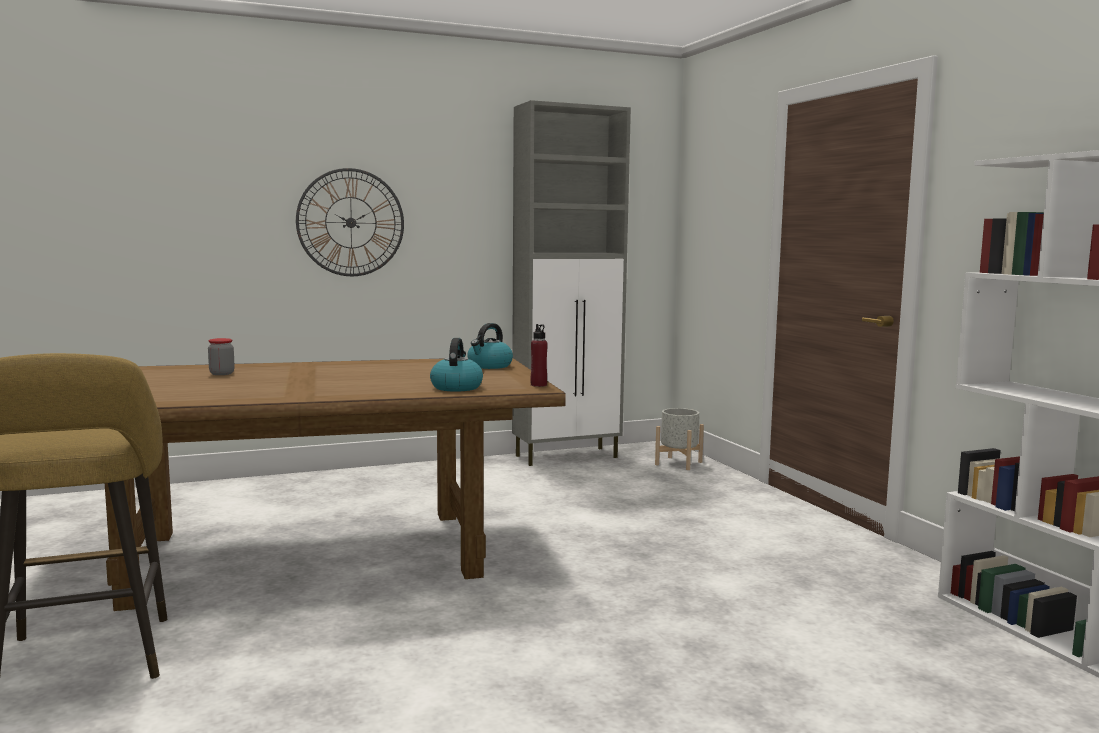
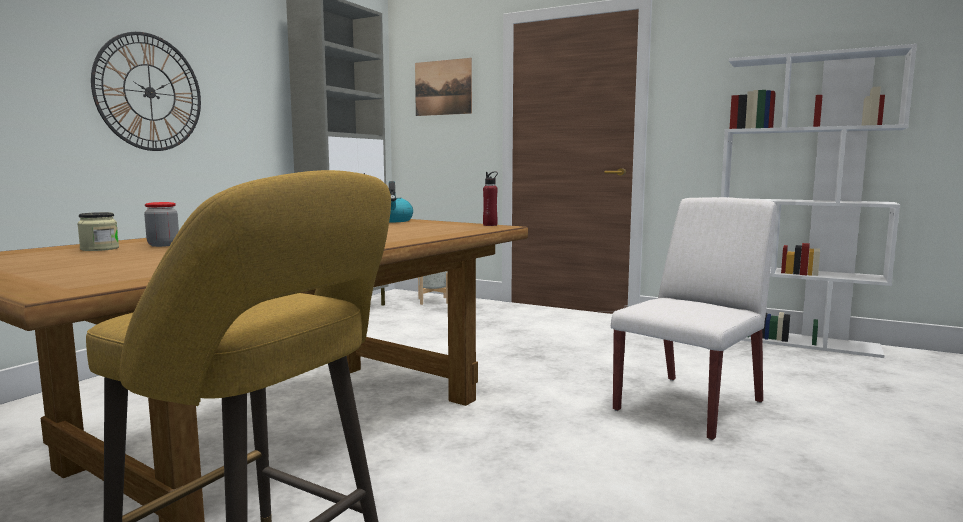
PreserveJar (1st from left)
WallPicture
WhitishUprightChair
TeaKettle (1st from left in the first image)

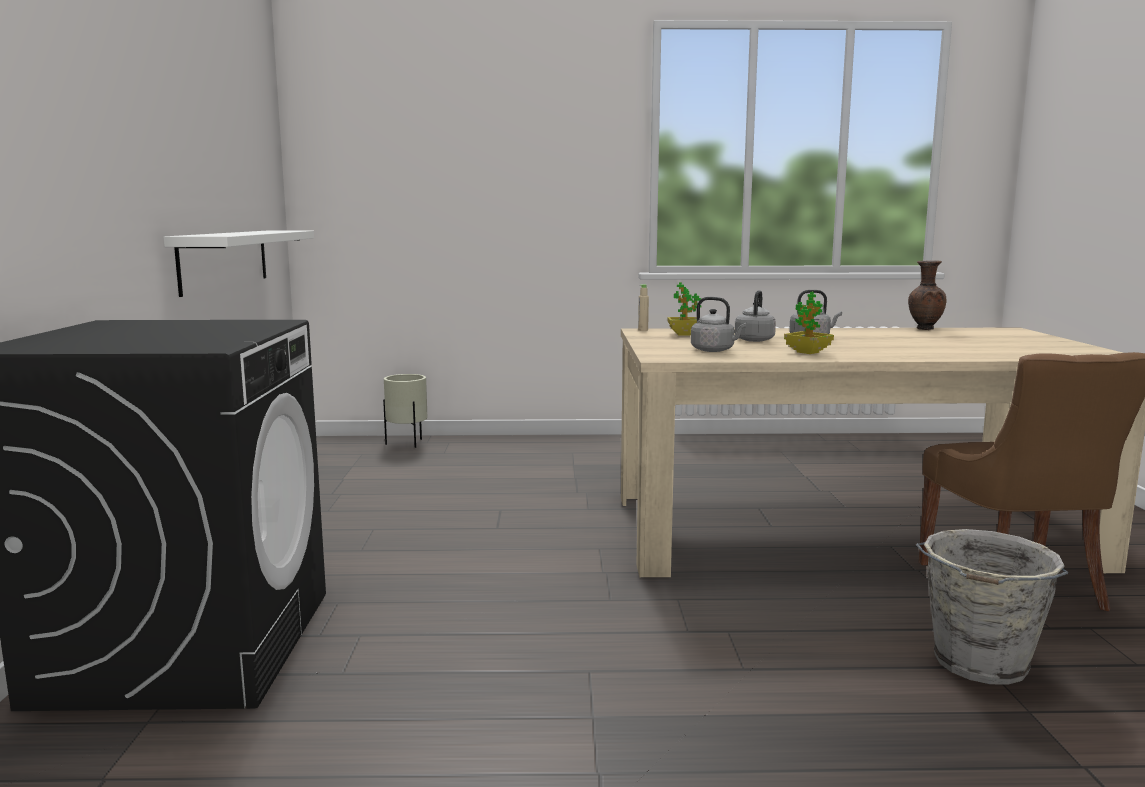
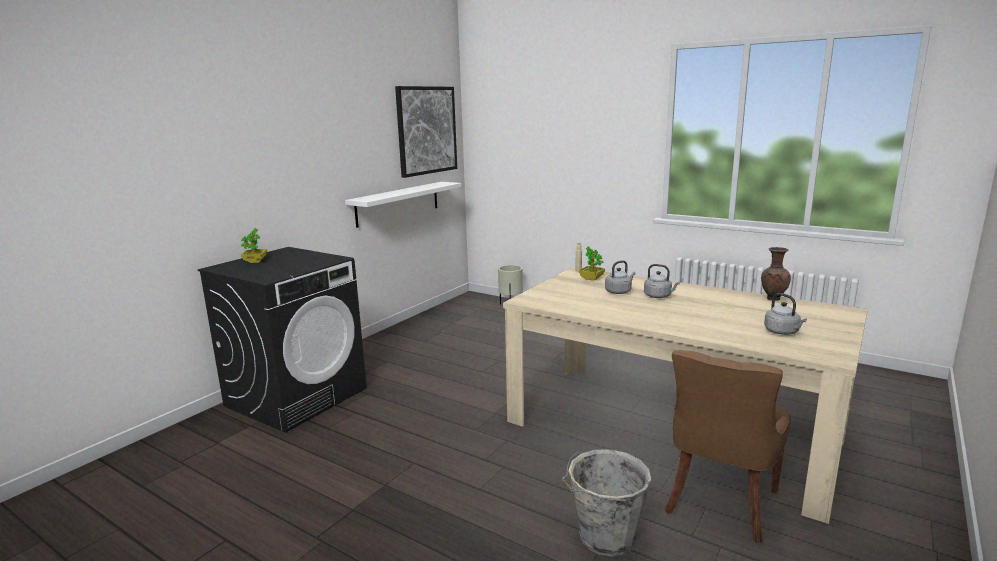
PottedPlant (1st from left)
WallPicture
GreyTeaKettle (3rd from left)

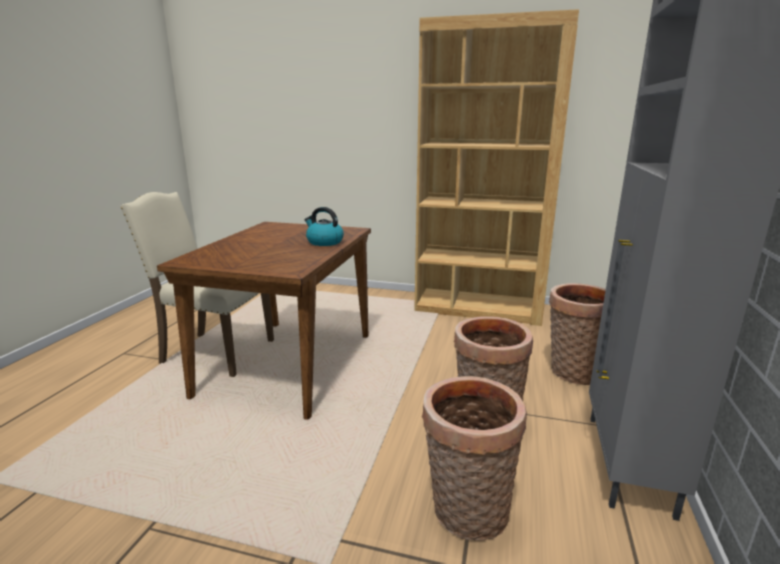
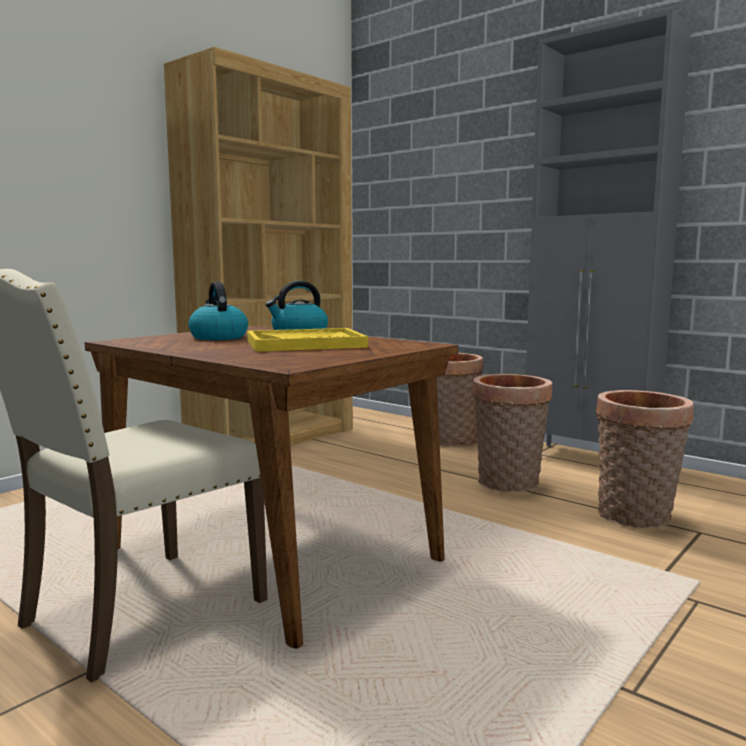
TeaKettle (1st from left)
YellowTray

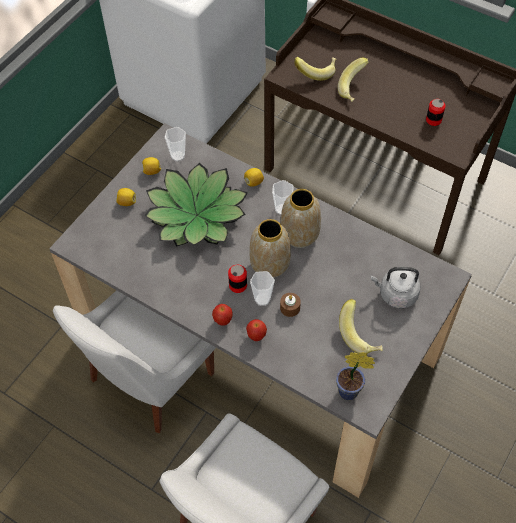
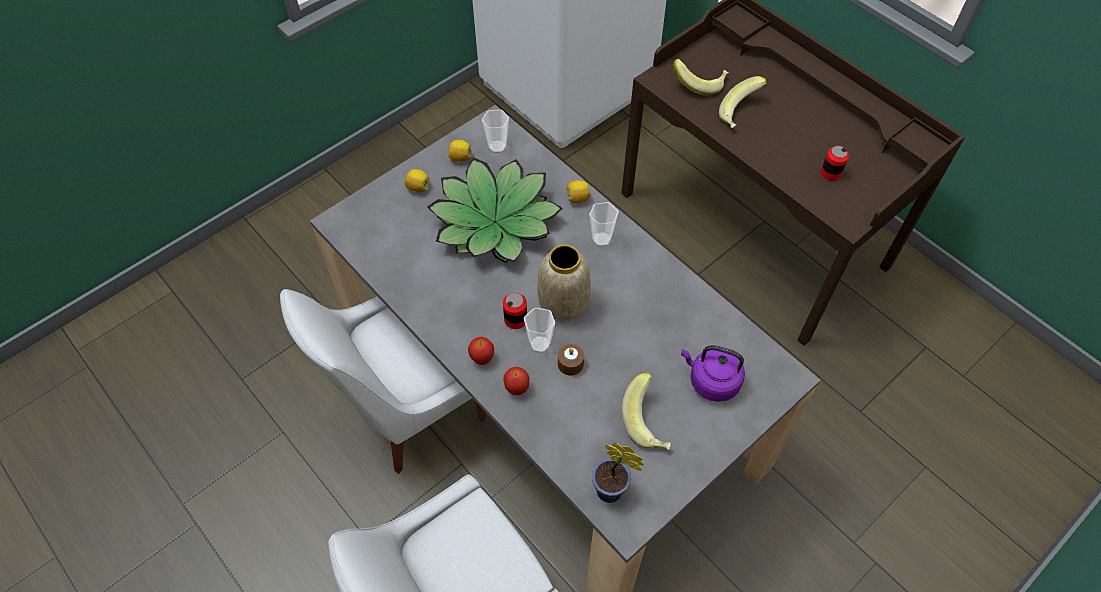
PurplishTeaKettle
FlowerVase (2nd from left in the first image)

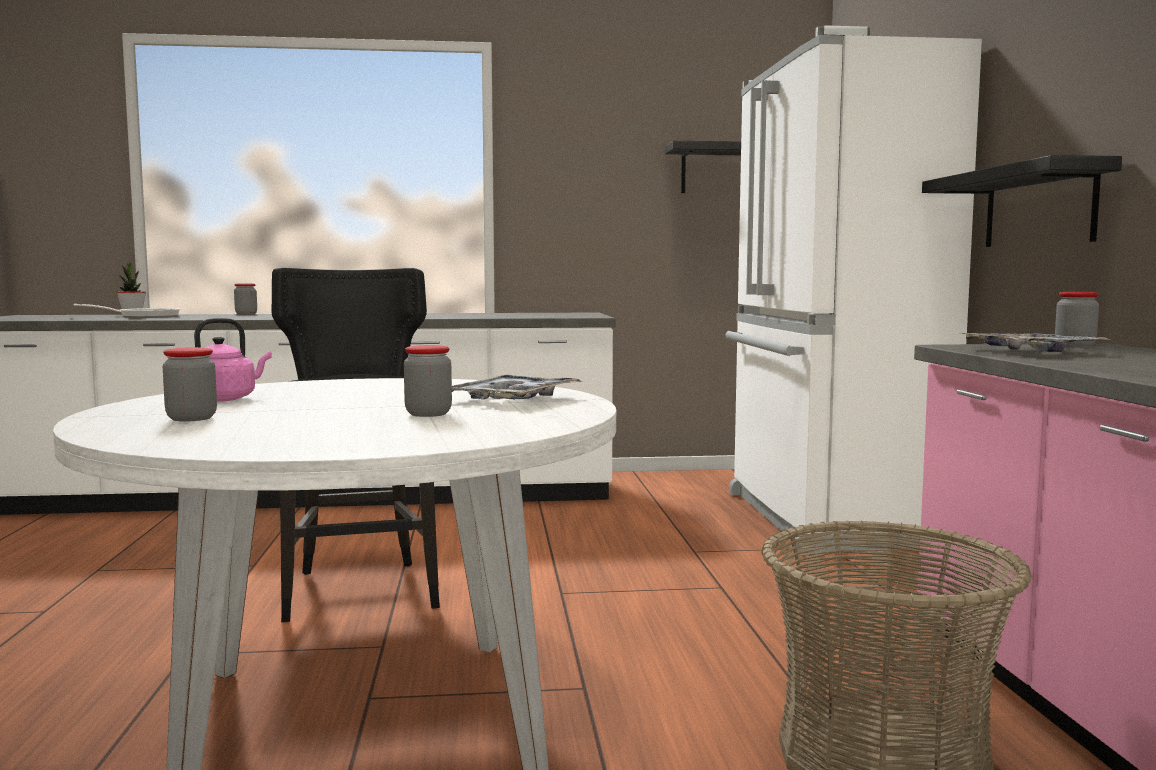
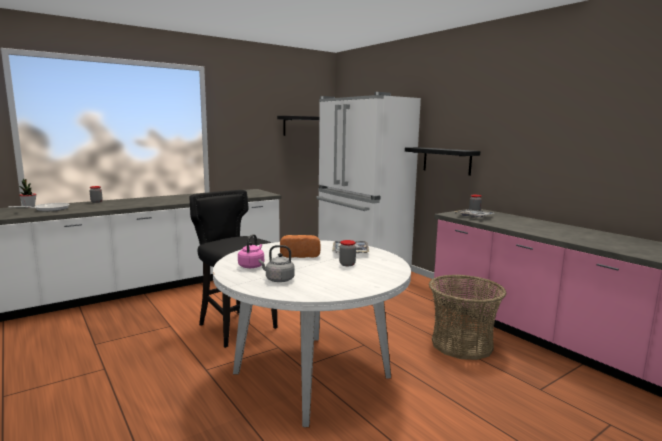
GreyTeaKettle
BakeryBread

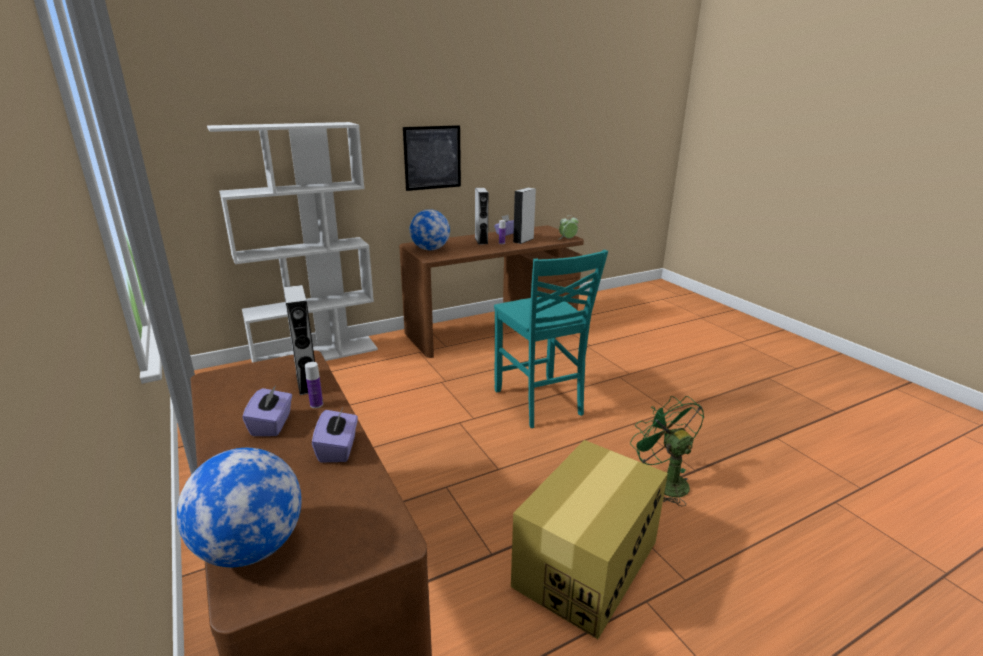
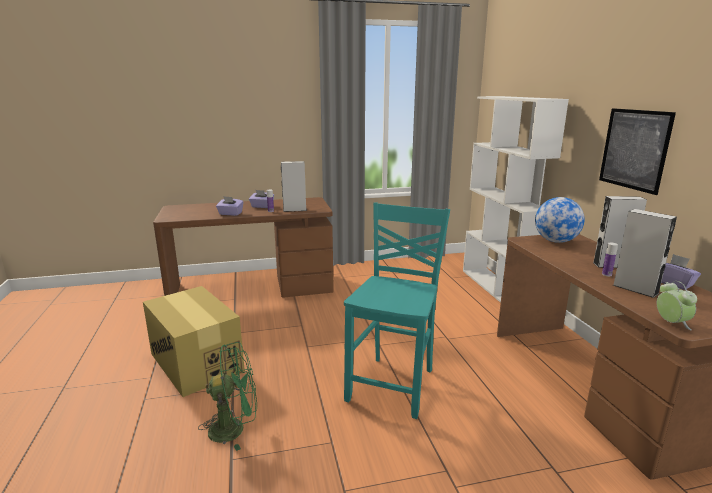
TurquoiseColouredUprightChair
DeskGlobe (1st from left in the first image)

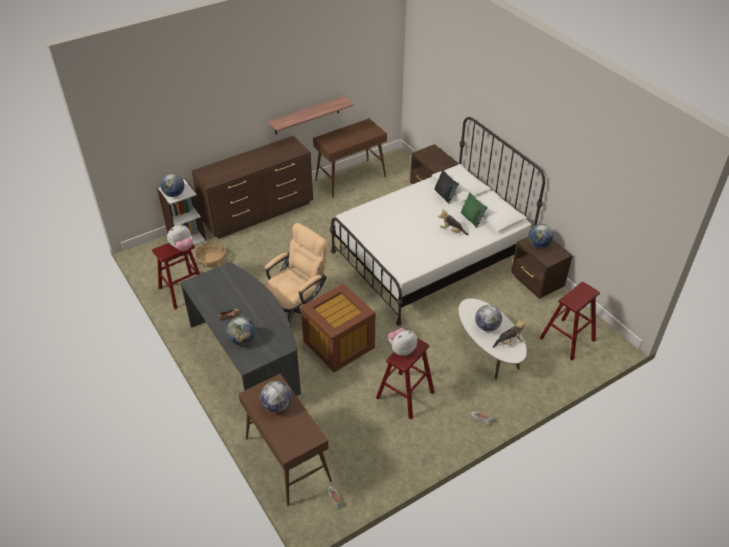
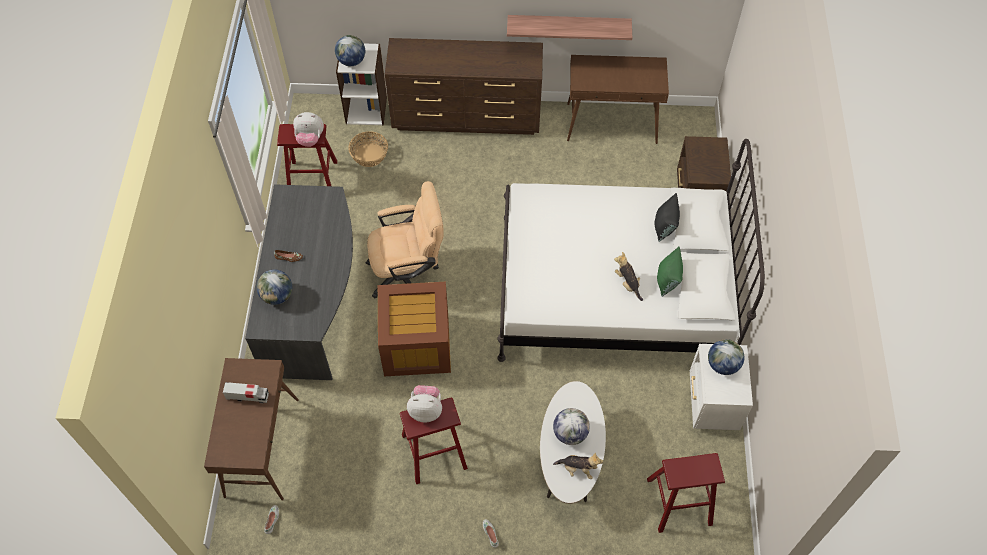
ToyLorry
WhitishNightstand

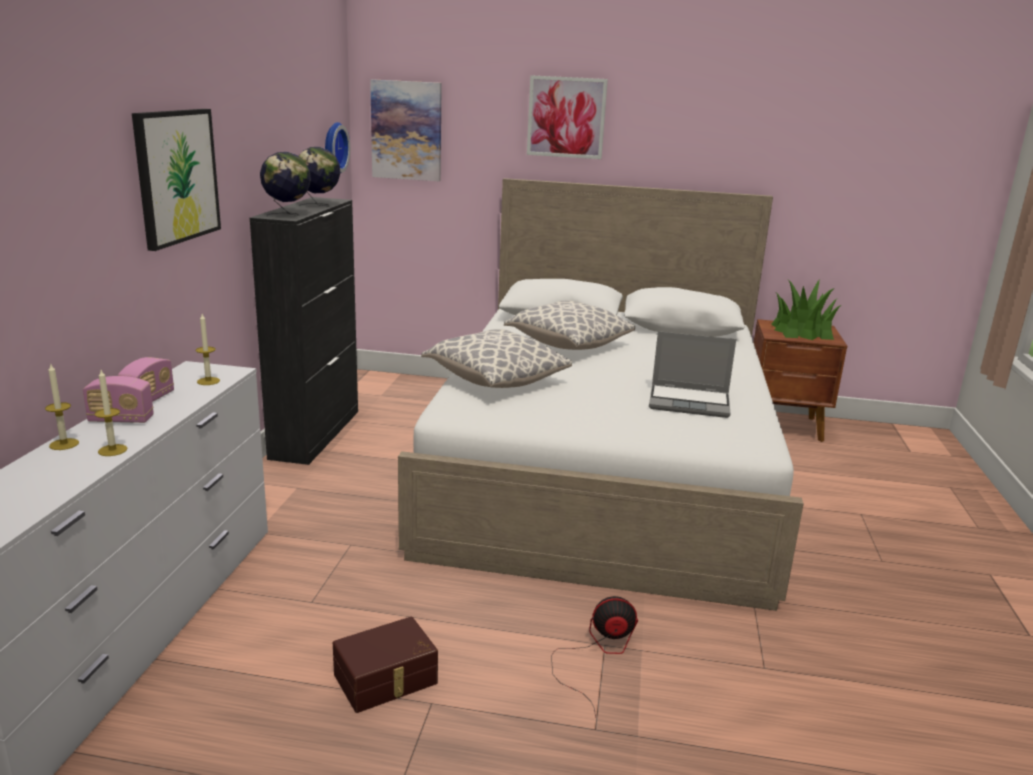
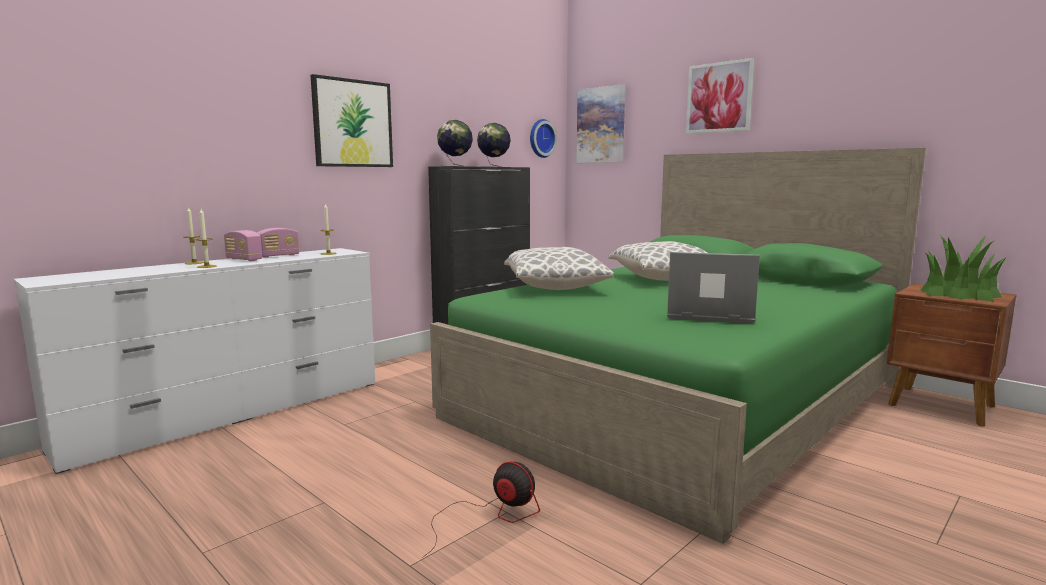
GreenishBedroomBed
Laptop
BrownStorageContainer

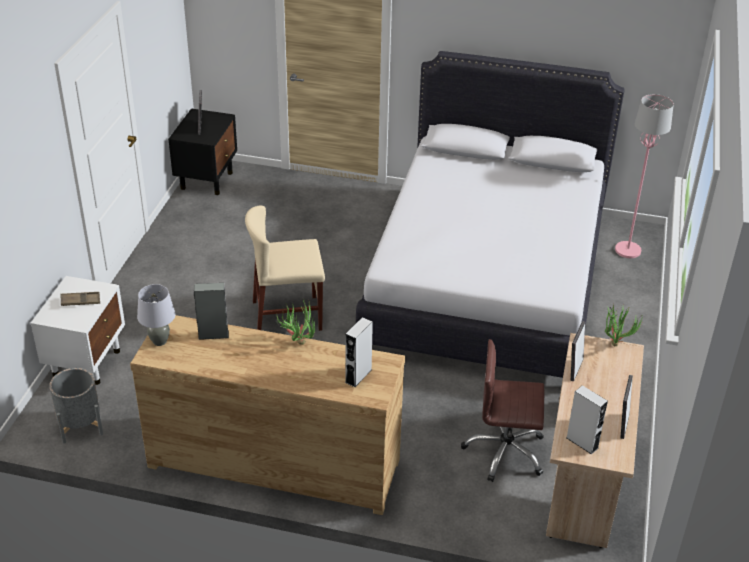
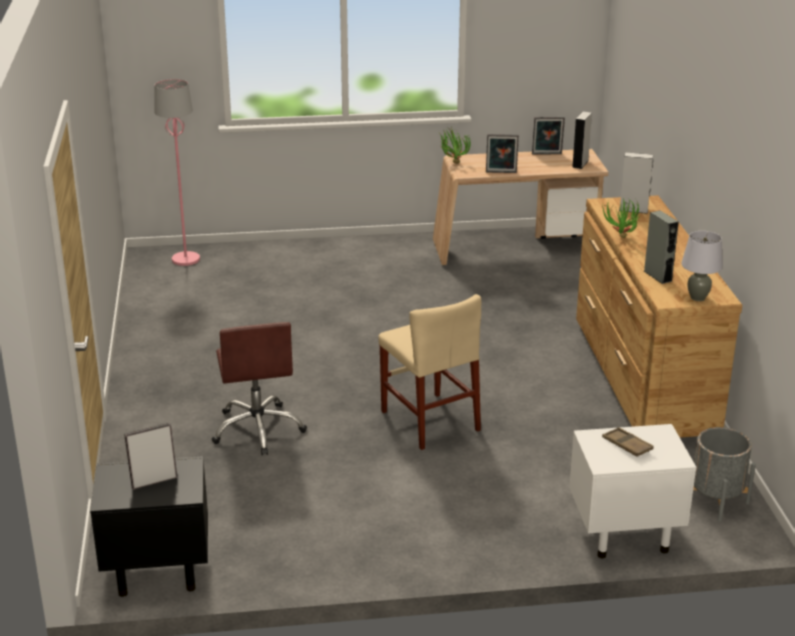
BrownDeskChair
WhitishBedroomBed

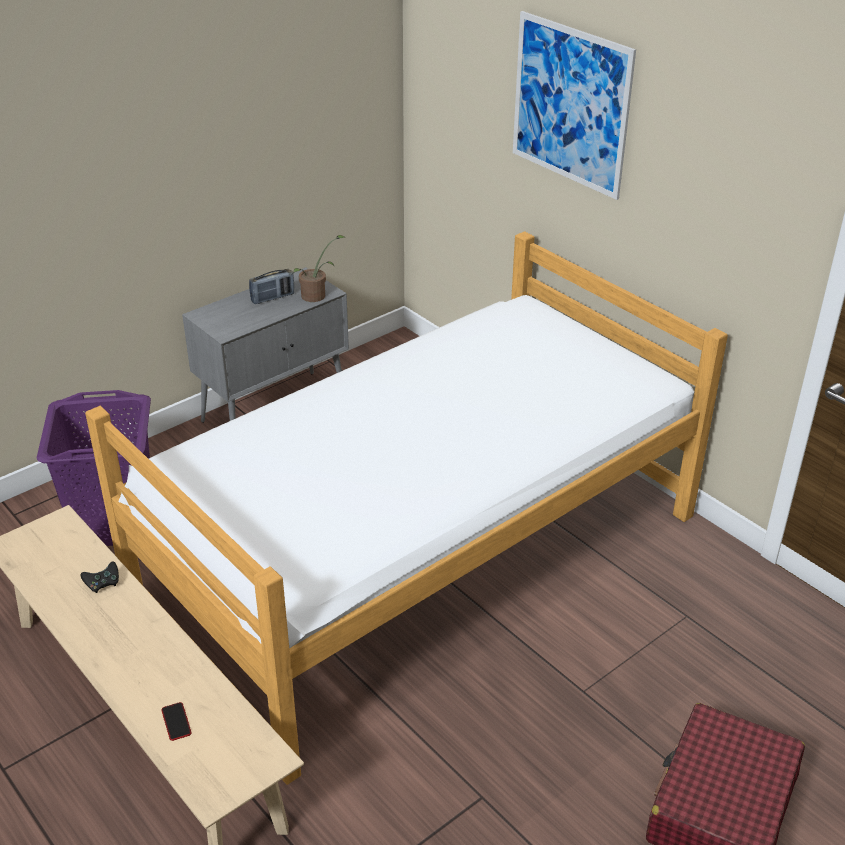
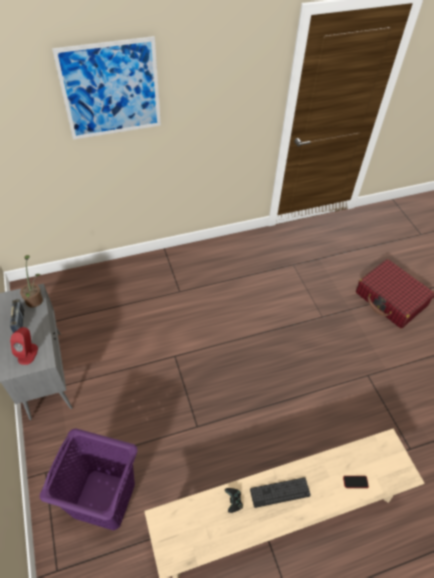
RedColouredLoudspeaker
PcKeyboard
BedroomBed

